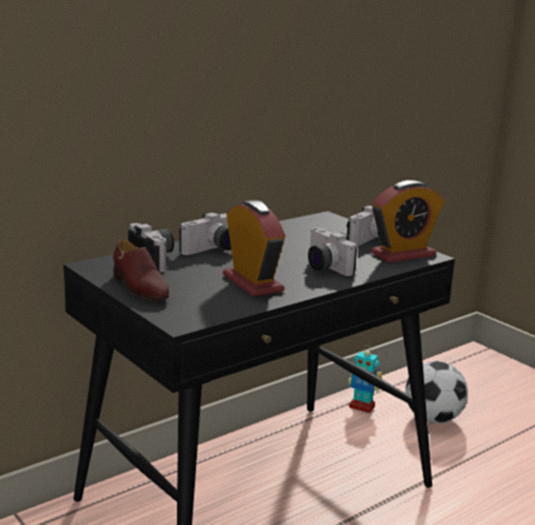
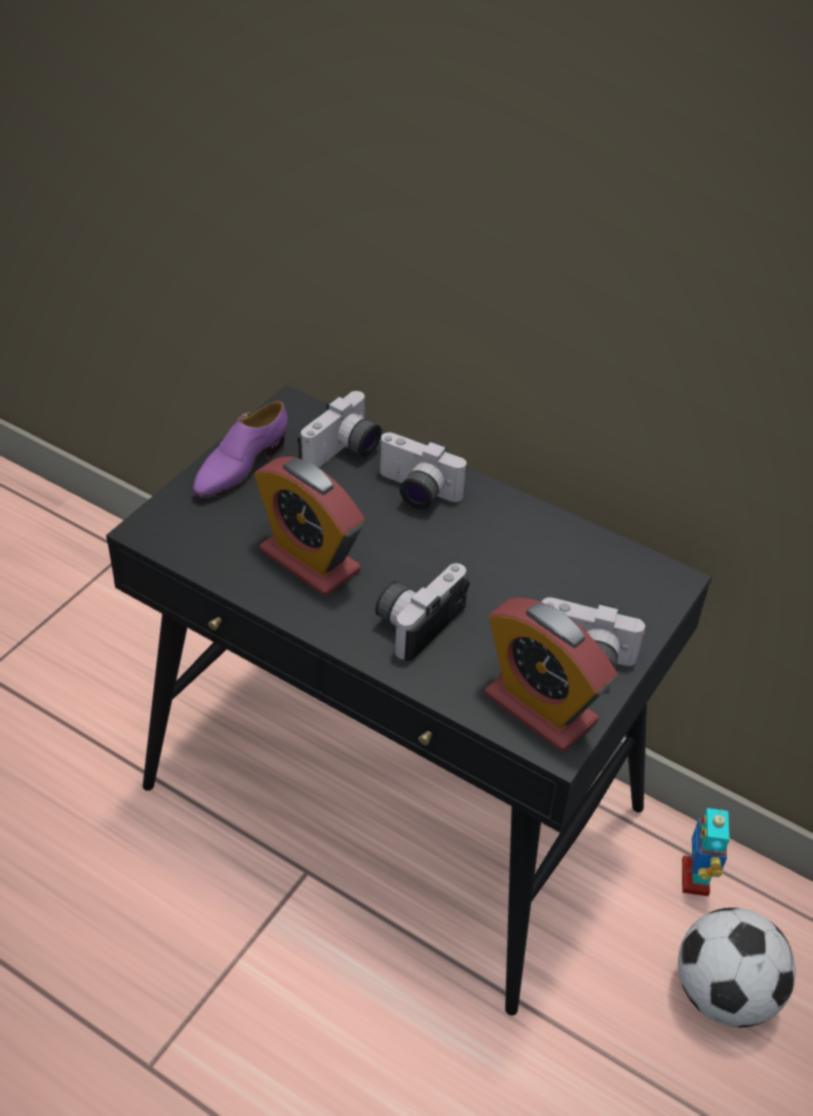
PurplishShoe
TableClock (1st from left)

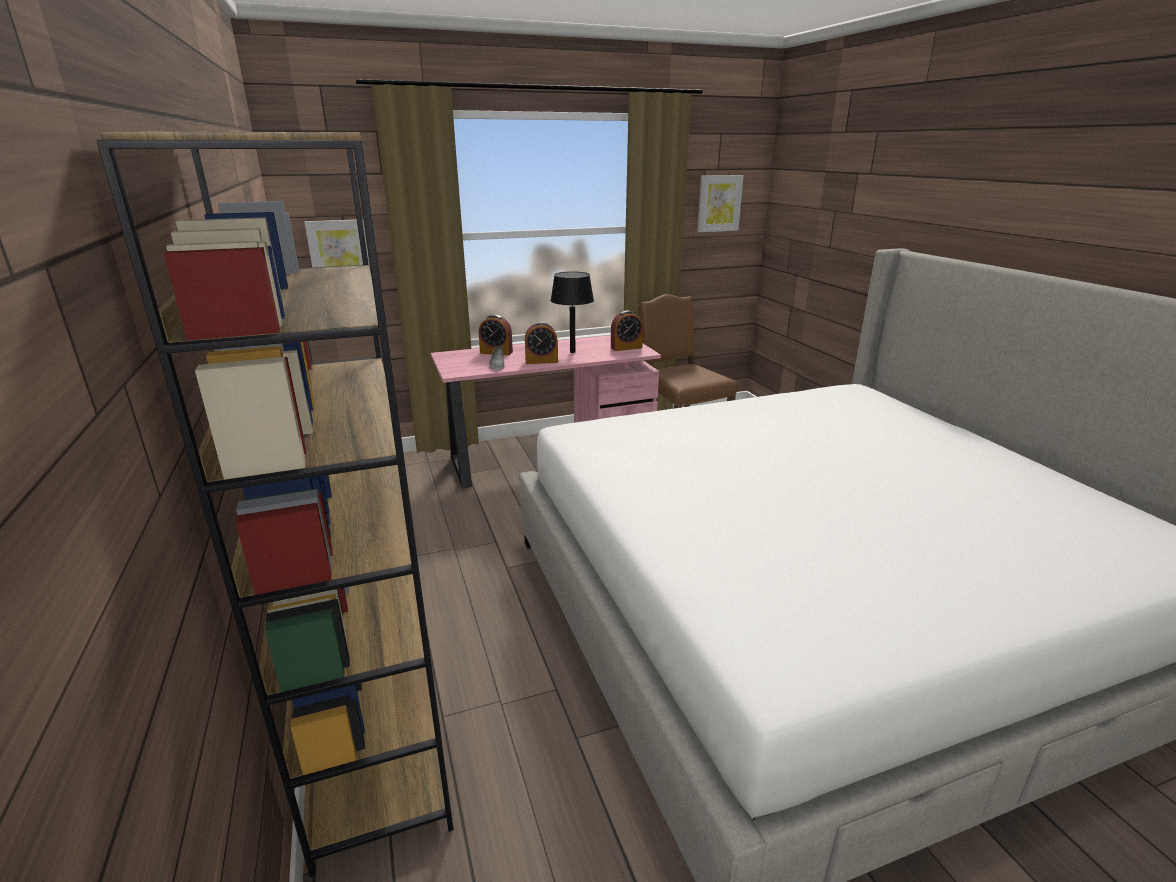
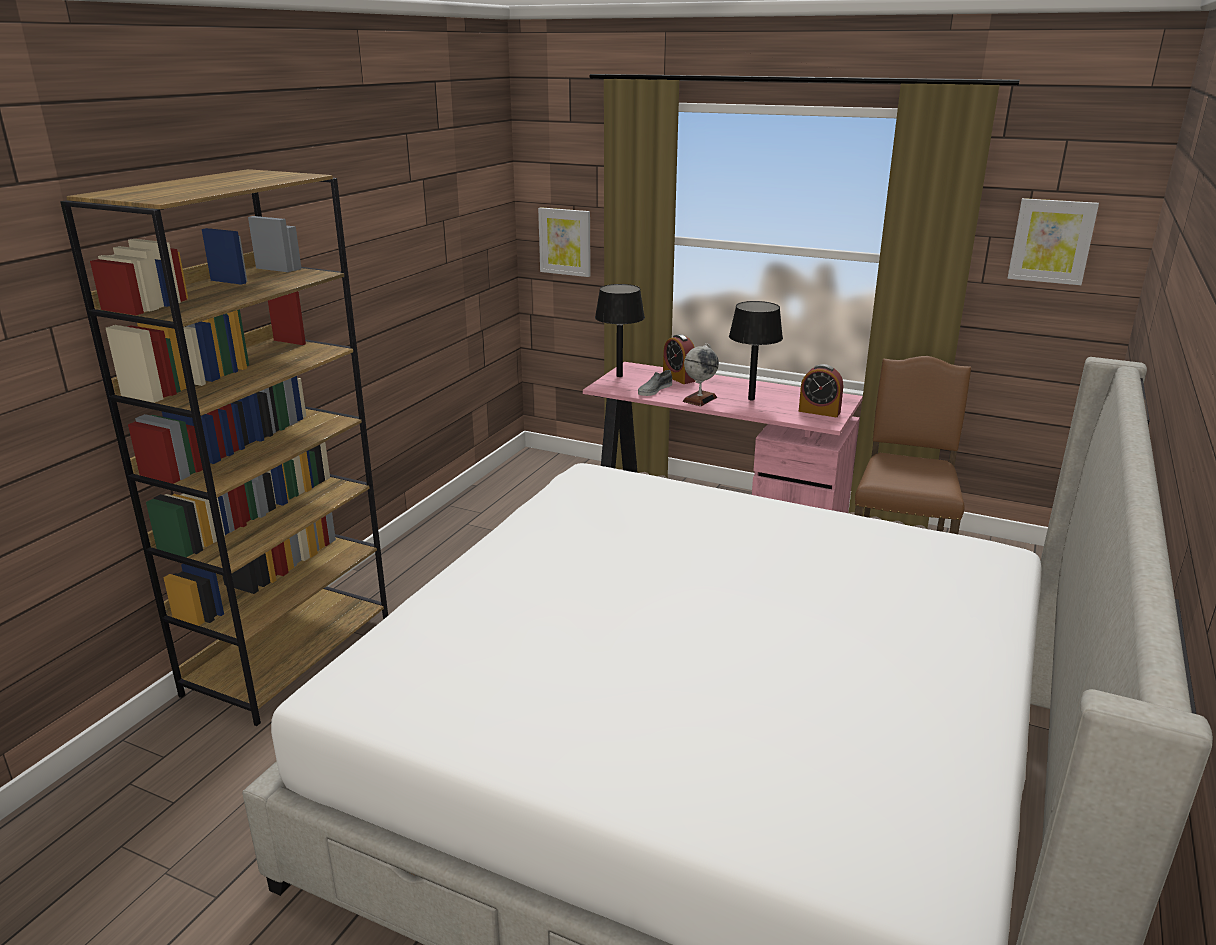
BlackColouredTableLamp (1st from left)
DeskGlobe

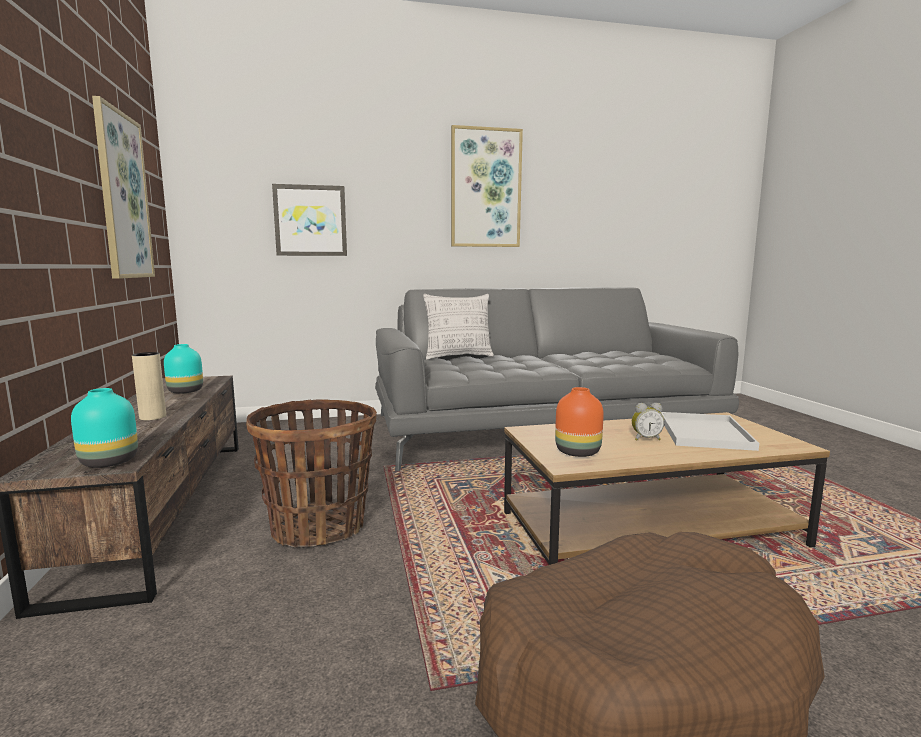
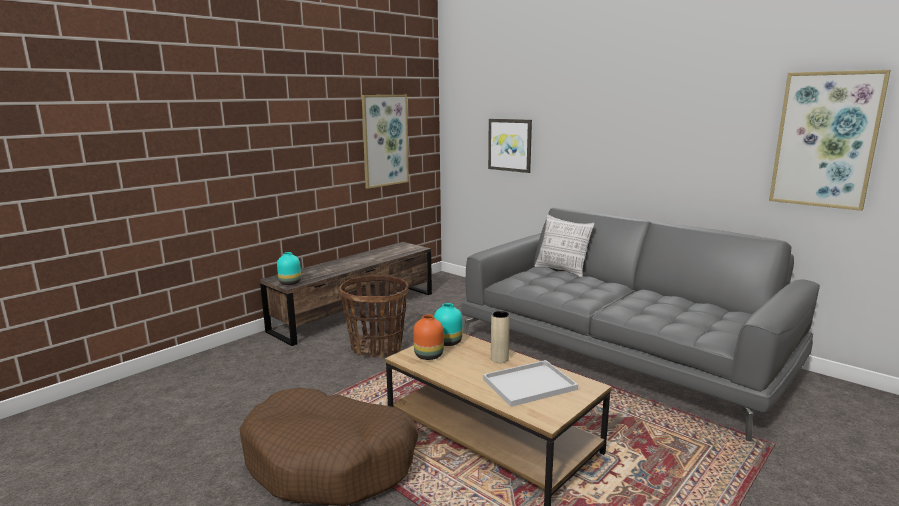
TurquoiseColouredFlowerVase (2nd from left)
BeigeFlowerVase
WallPicture (3rd from left)
TableClock

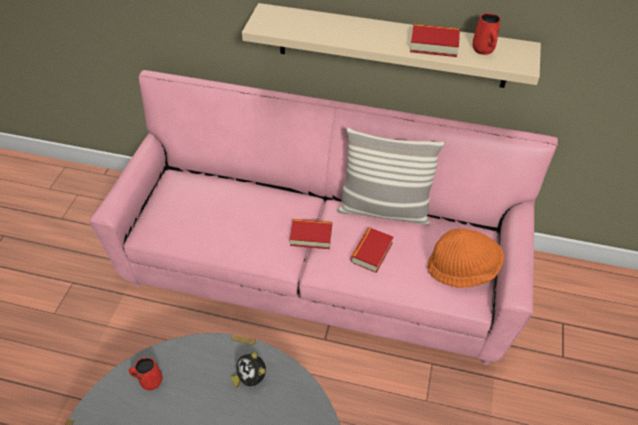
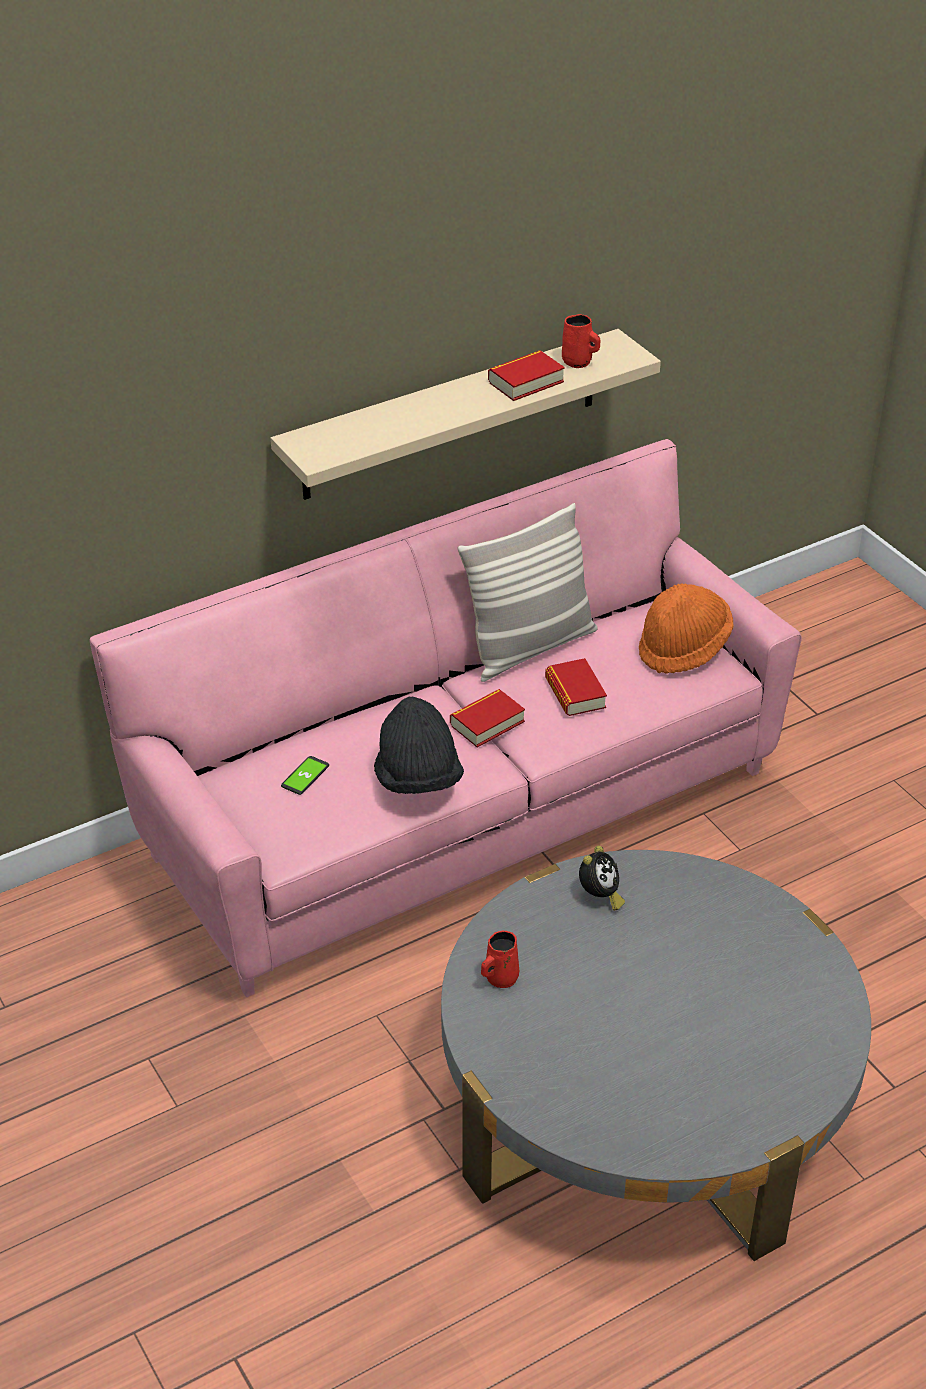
Phone
BlackColouredHat
TableClock

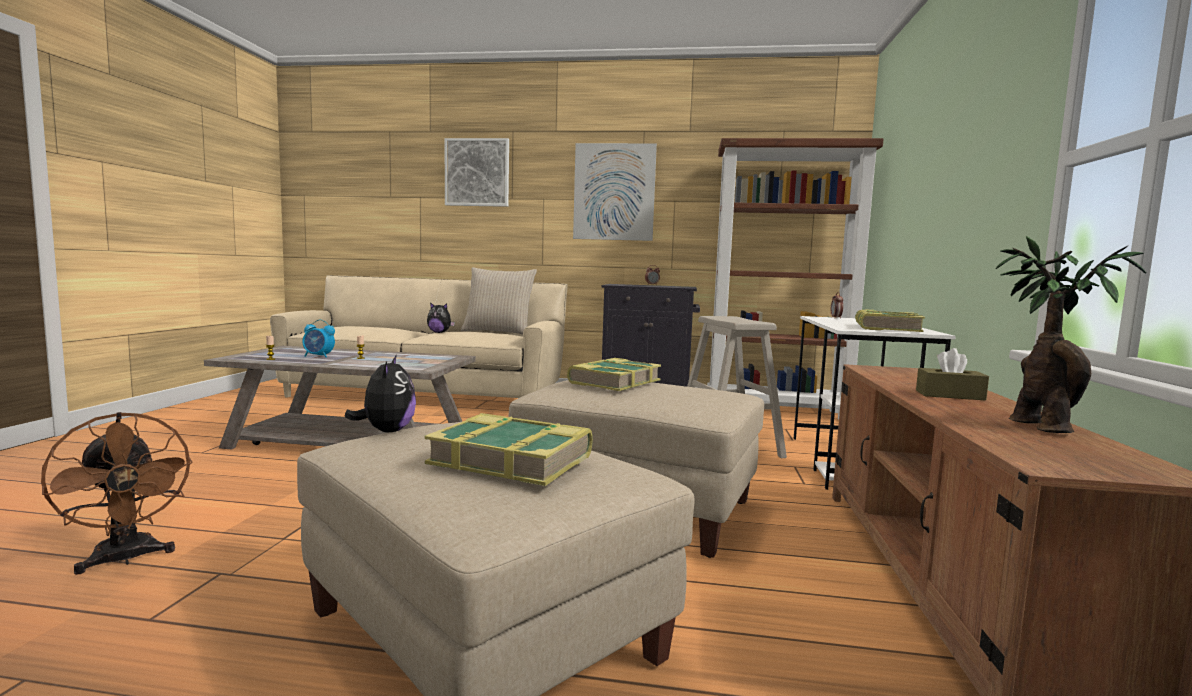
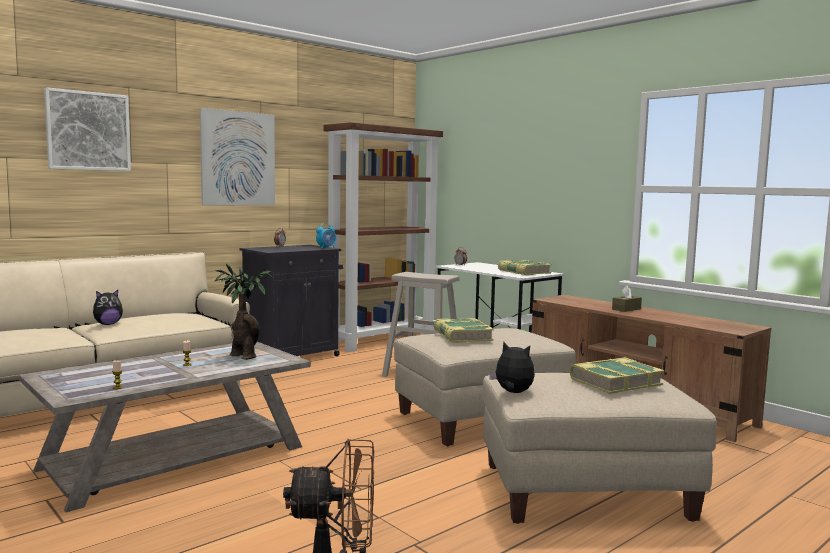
PottedPlant
TableClock (2nd from left)
BeigePillow

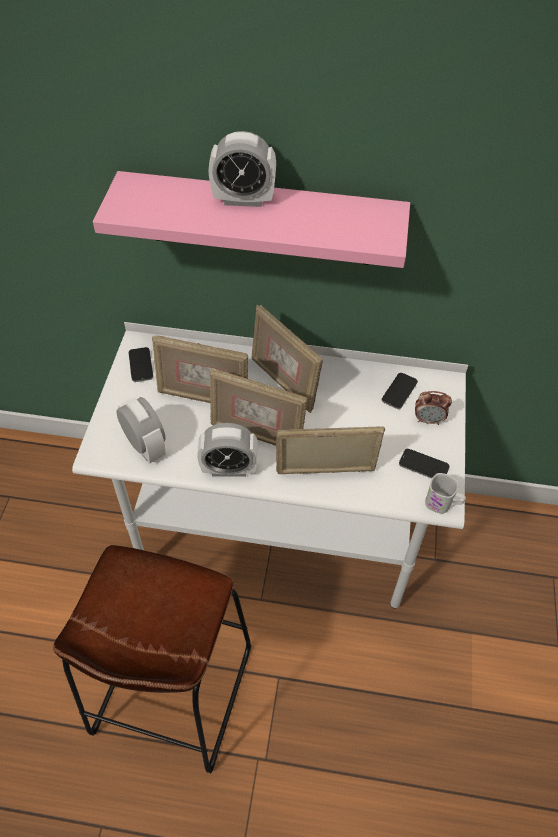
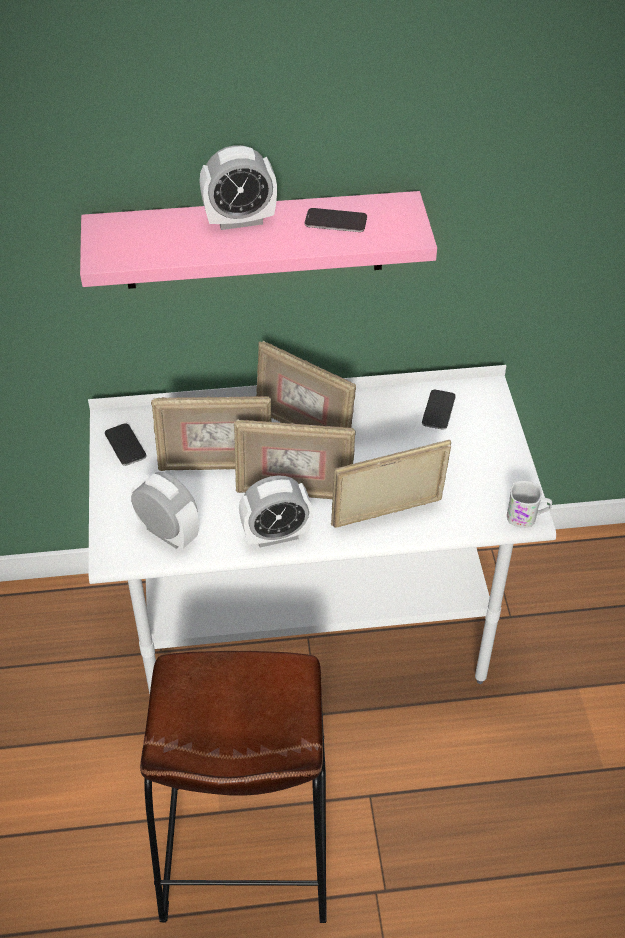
Phone (2nd from left)
TableClock (4th from left in the first image)

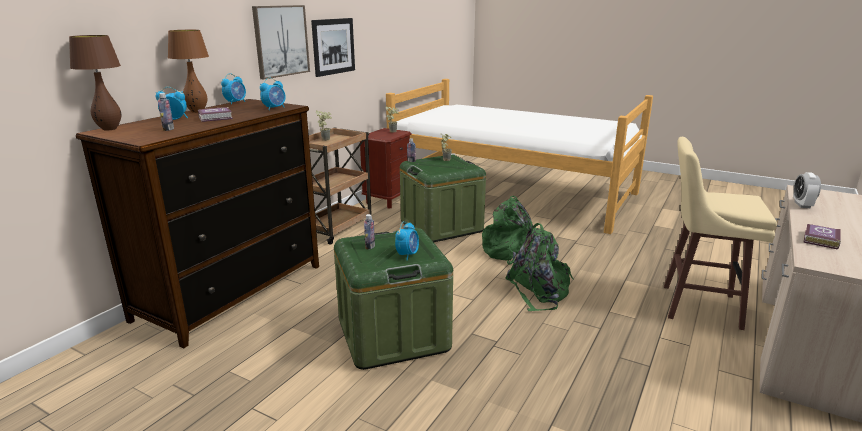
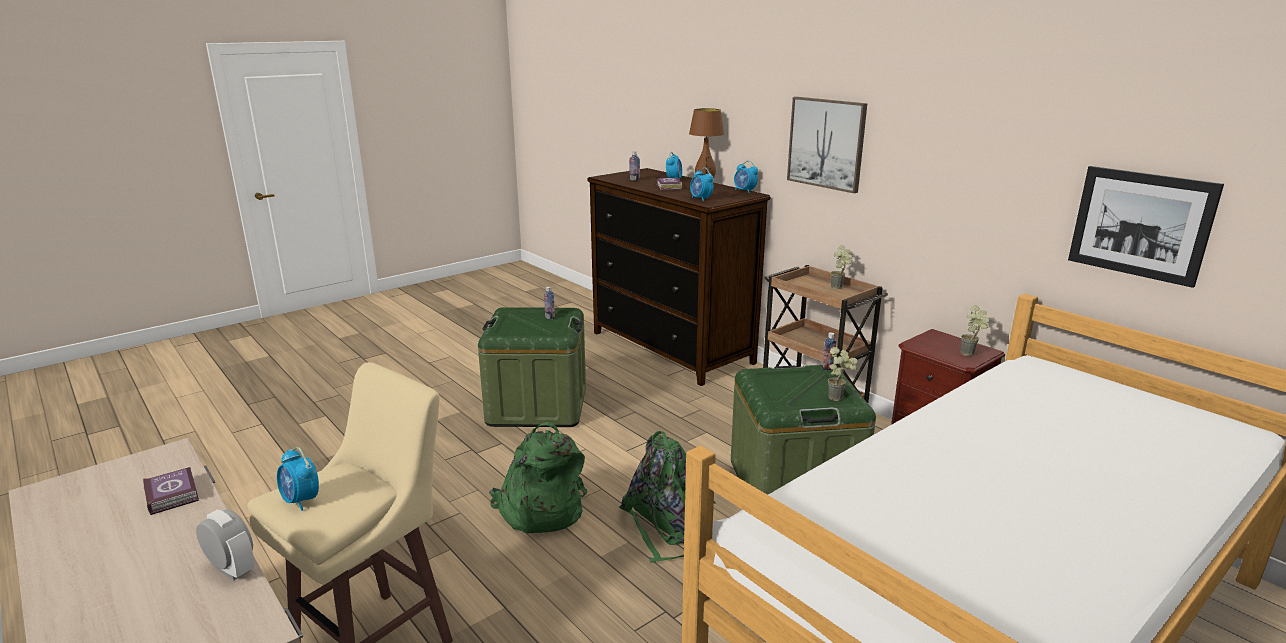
TableClock (2nd from left)
WallPicture (2nd from left)
BrownTableLamp (1st from left in the first image)

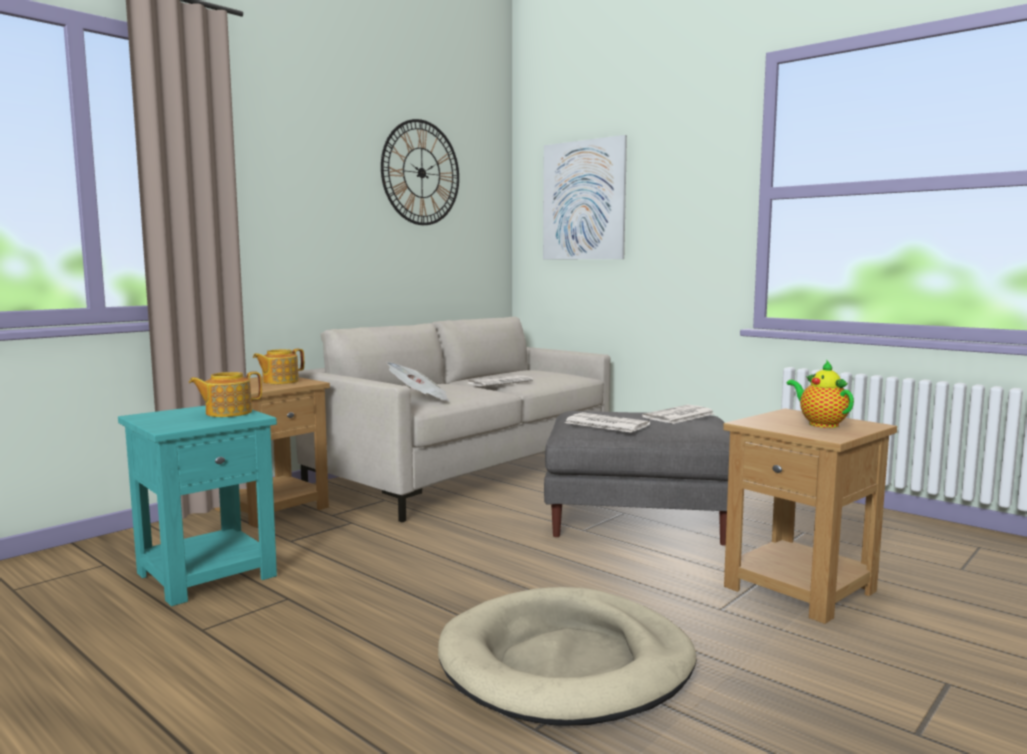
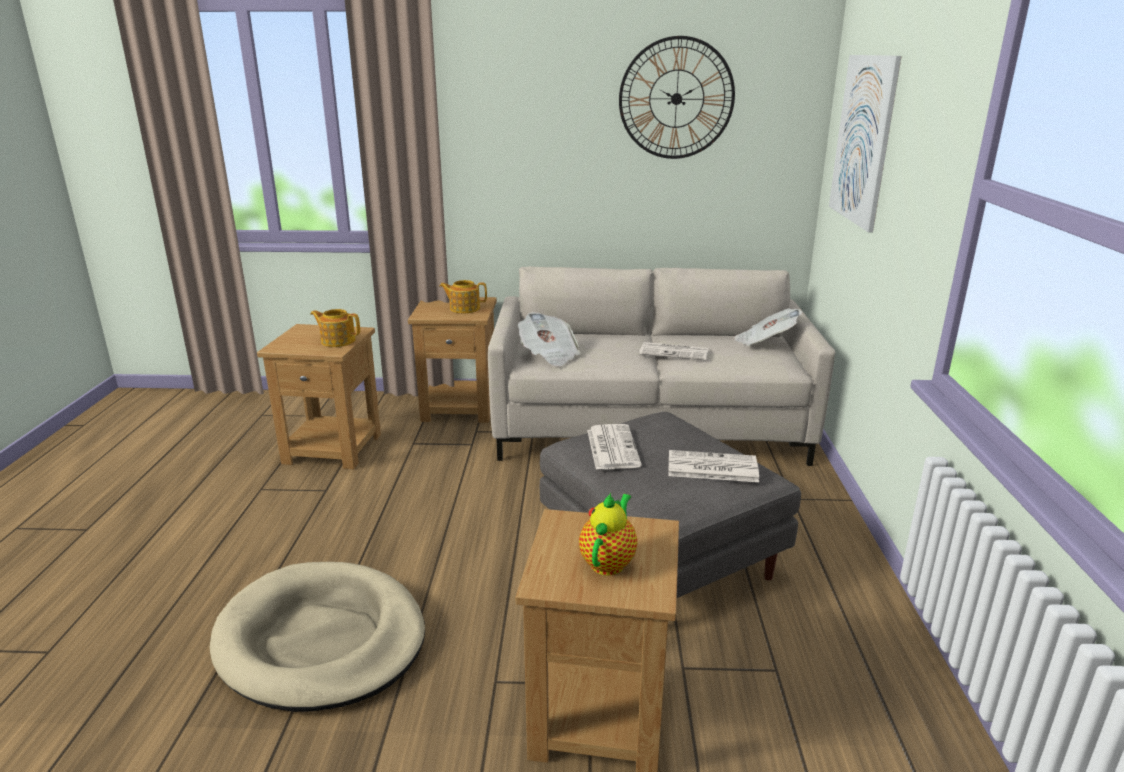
BrownAccentTable (1st from left)
DailyPaper (5th from left)

